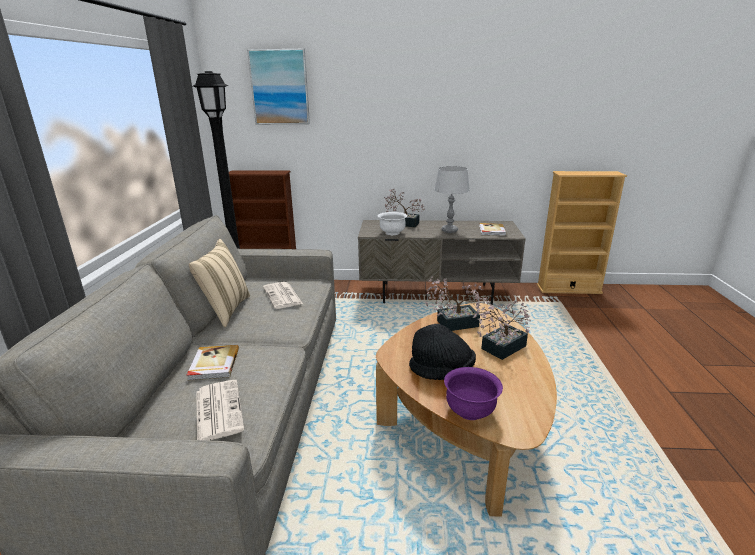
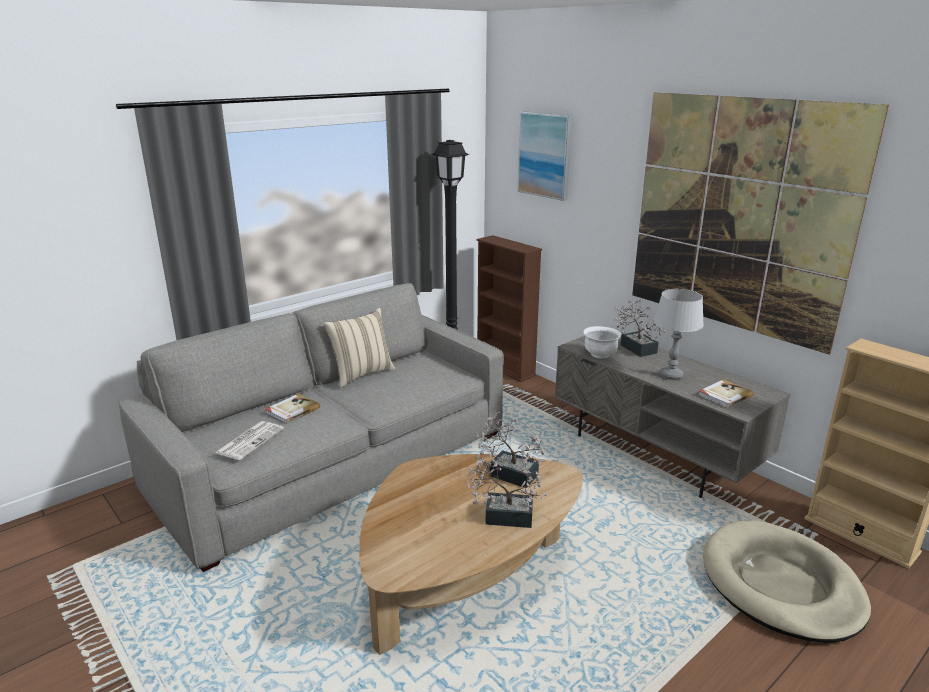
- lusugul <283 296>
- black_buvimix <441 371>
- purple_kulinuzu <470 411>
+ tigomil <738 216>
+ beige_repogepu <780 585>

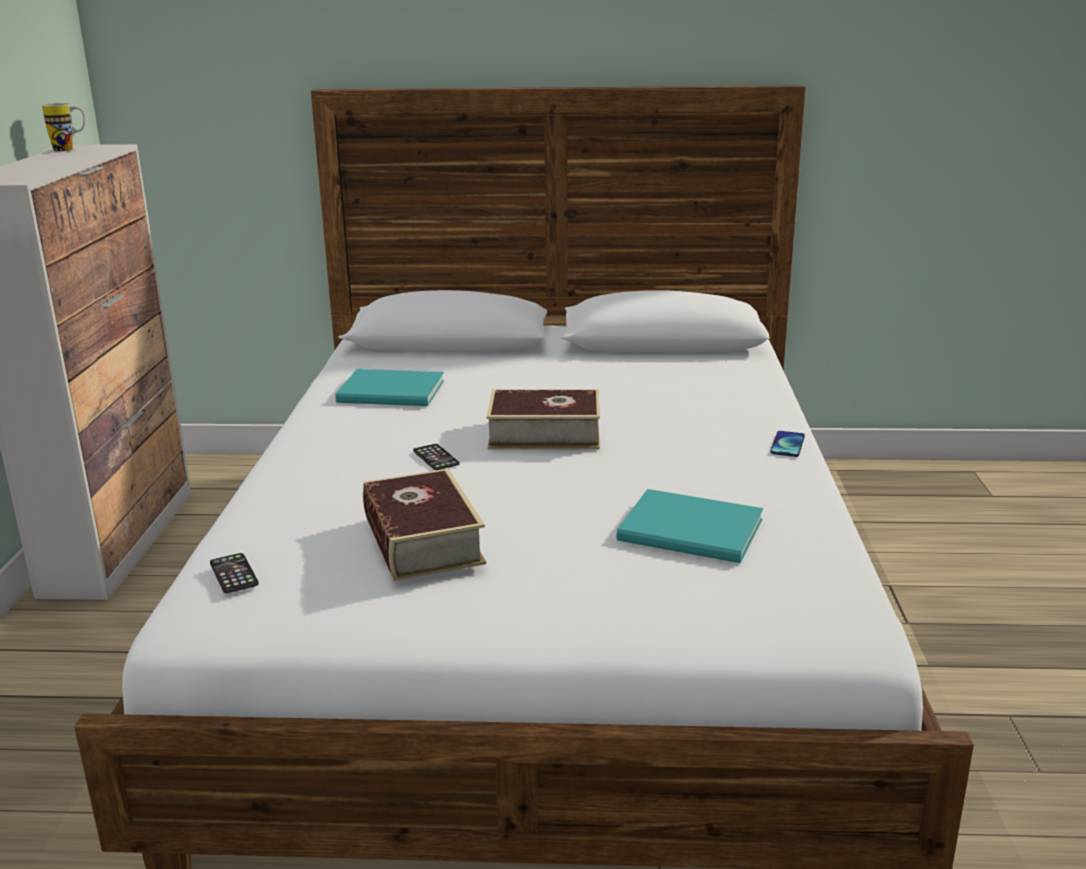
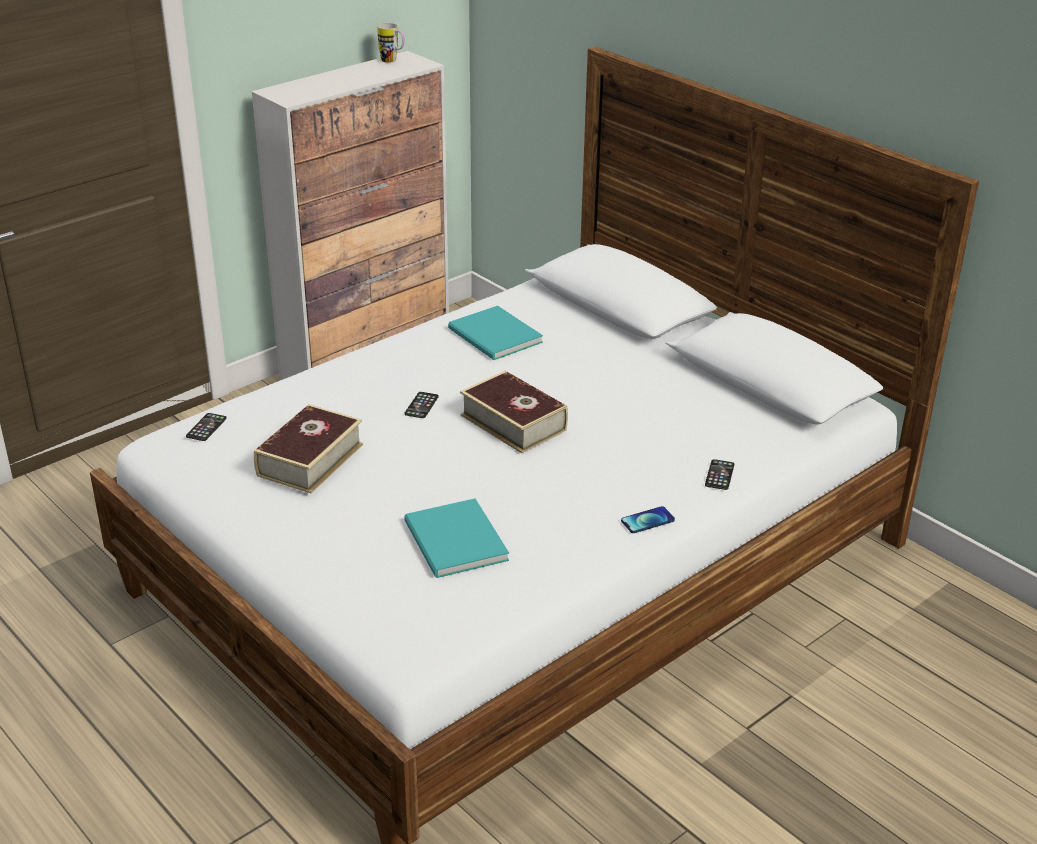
+ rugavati <719 475>

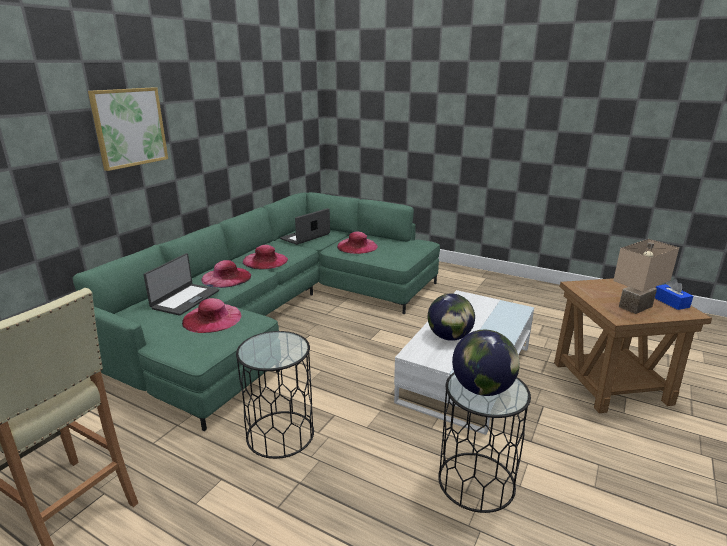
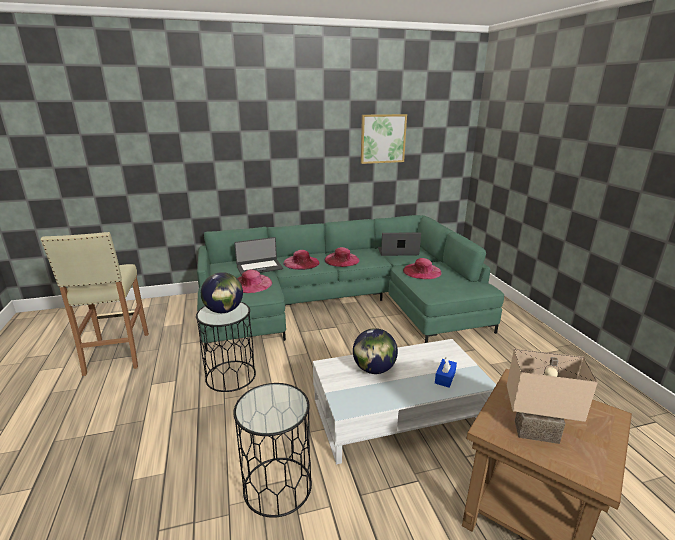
~ tigomil <129 127> to <383 138>
~ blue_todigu <671 302> to <445 377>
~ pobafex <482 389> to <224 310>

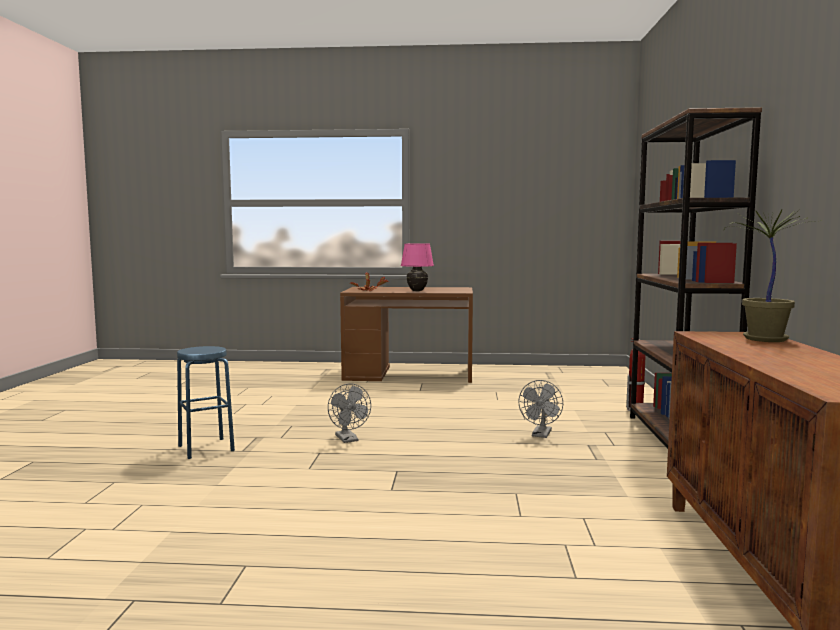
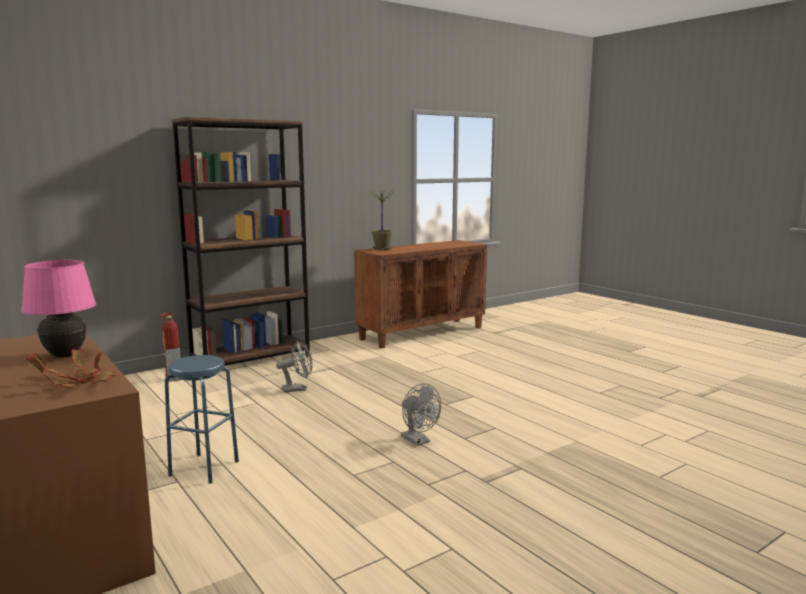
~ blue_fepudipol <206 448> to <204 468>
~ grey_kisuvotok <348 440> = <418 441> 120 degrees clockwise

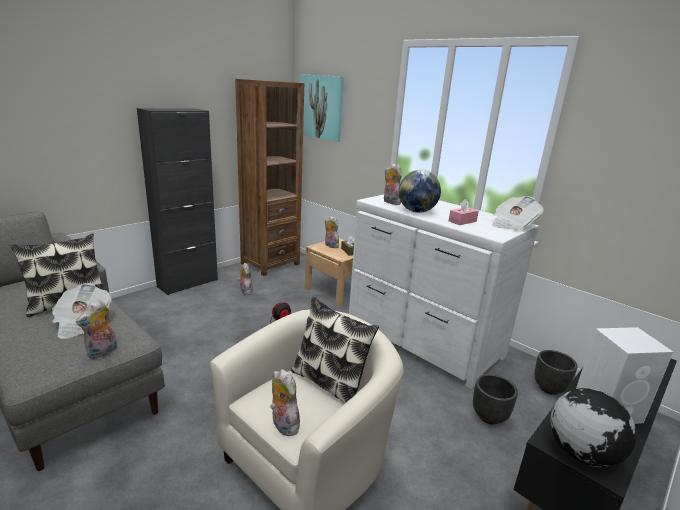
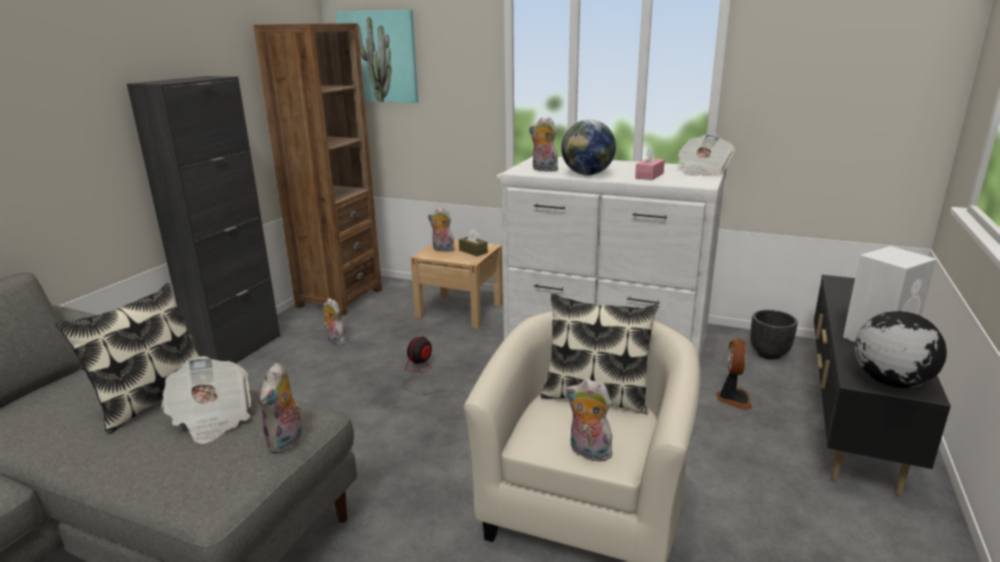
~ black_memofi <488 416> to kisuvotok <733 399>

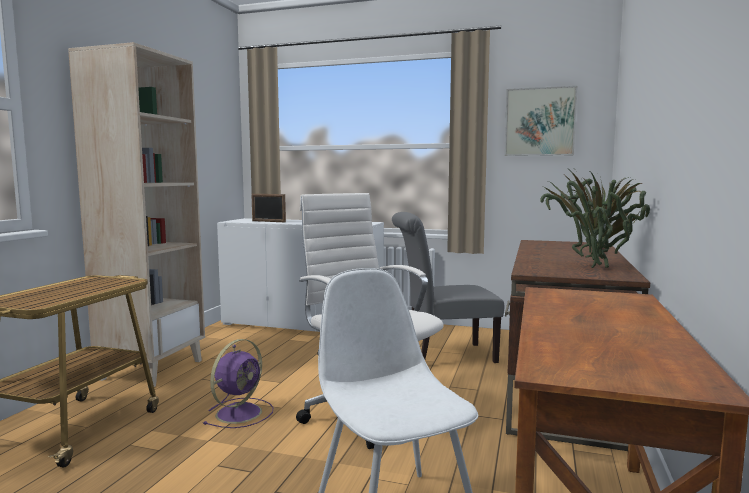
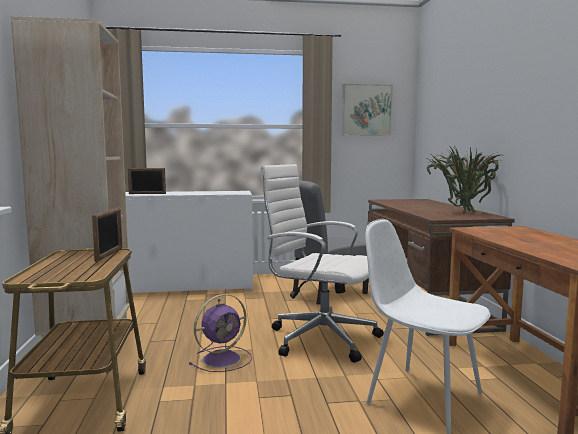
~ purple_kisuvotok <240 412> = <223 359> 45 degrees clockwise
+ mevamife <109 254>

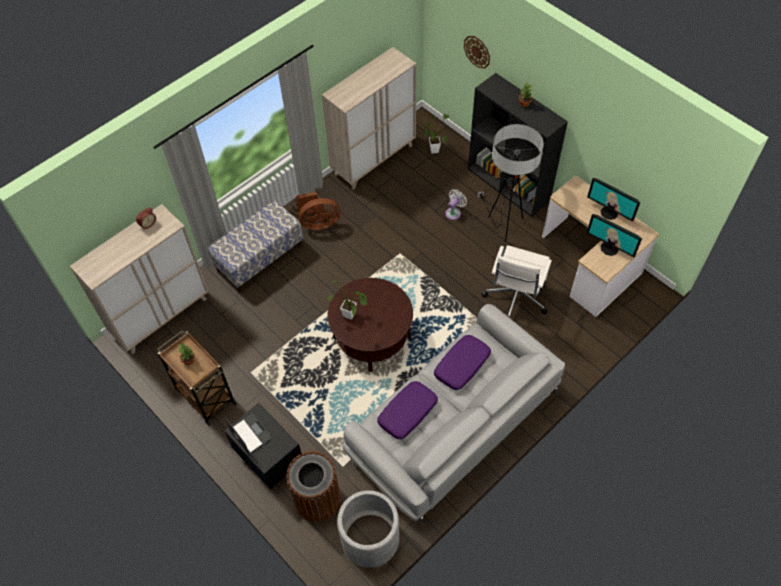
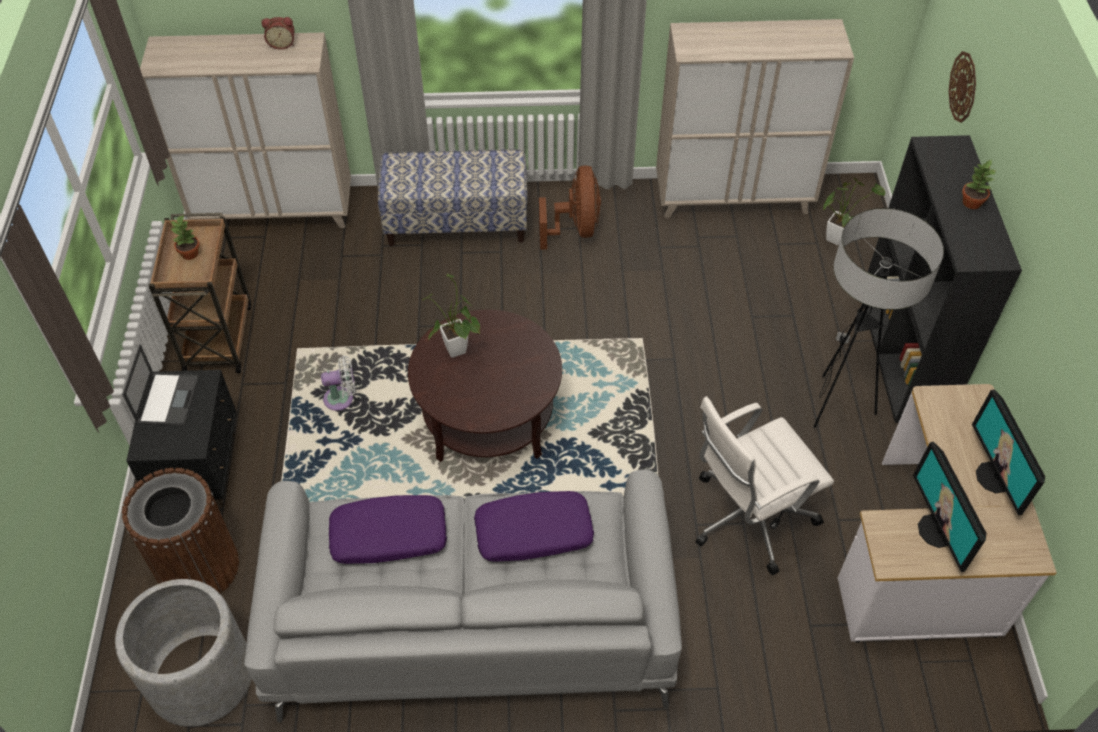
~ white_kisuvotok <454 212> to <342 398>
~ brown_kisuvotok <318 223> = <575 229> 120 degrees counterclockwise

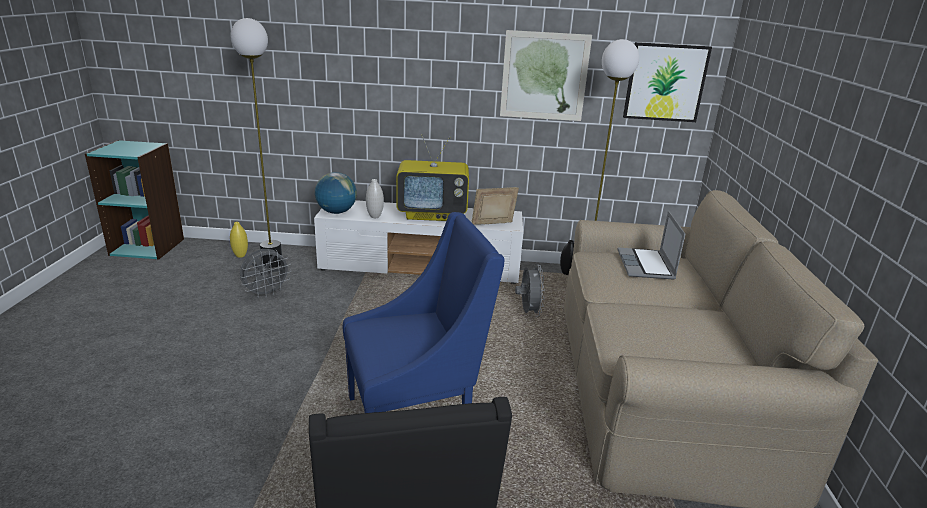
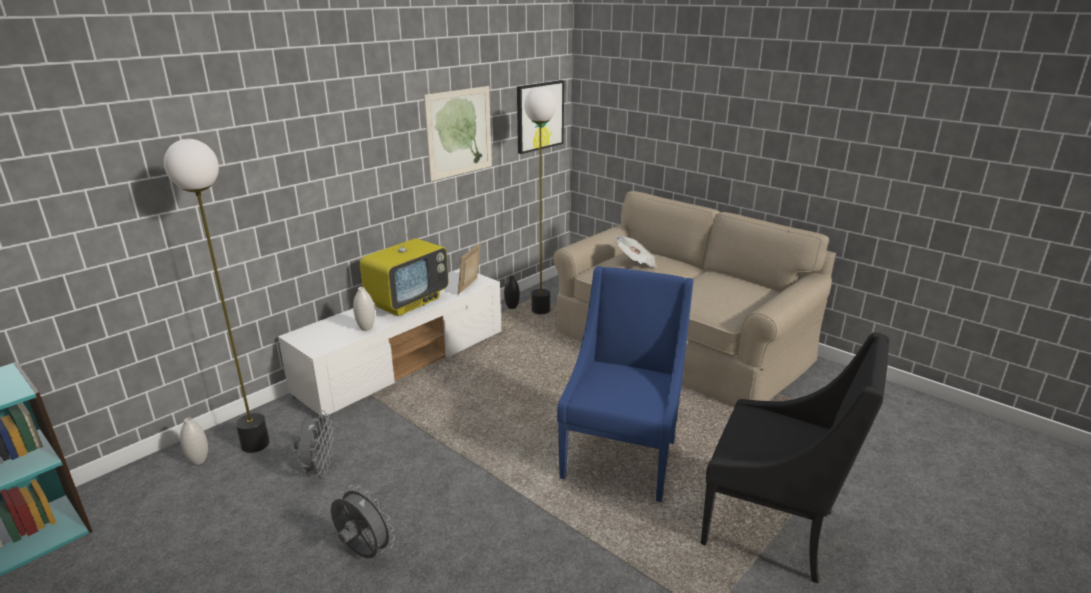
- pobafex <336 212>
~ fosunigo <646 265> to lusugul <636 263>
~ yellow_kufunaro <240 256> to white_kufunaro <199 461>
~ grey_kisuvotok <528 312> to <363 553>

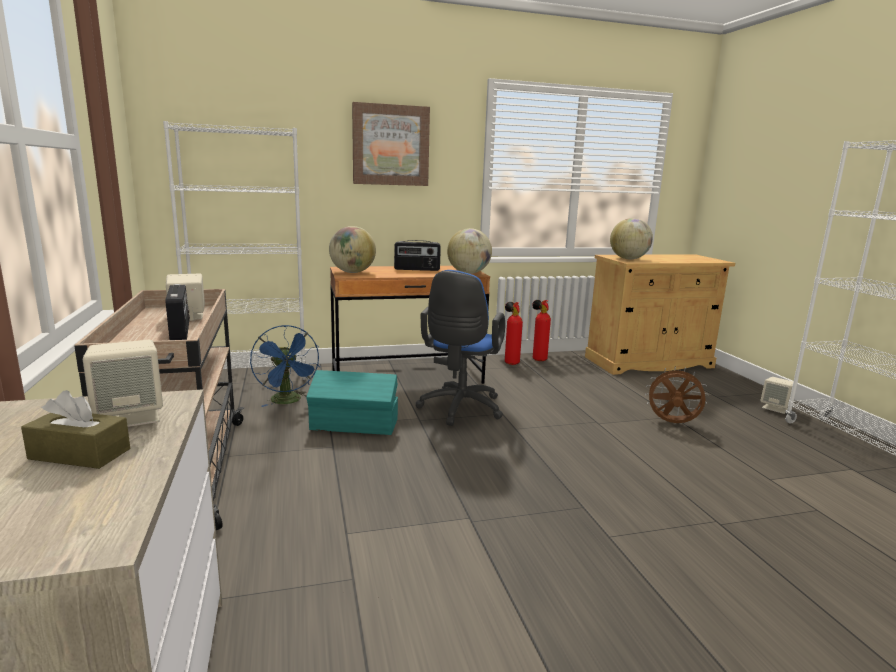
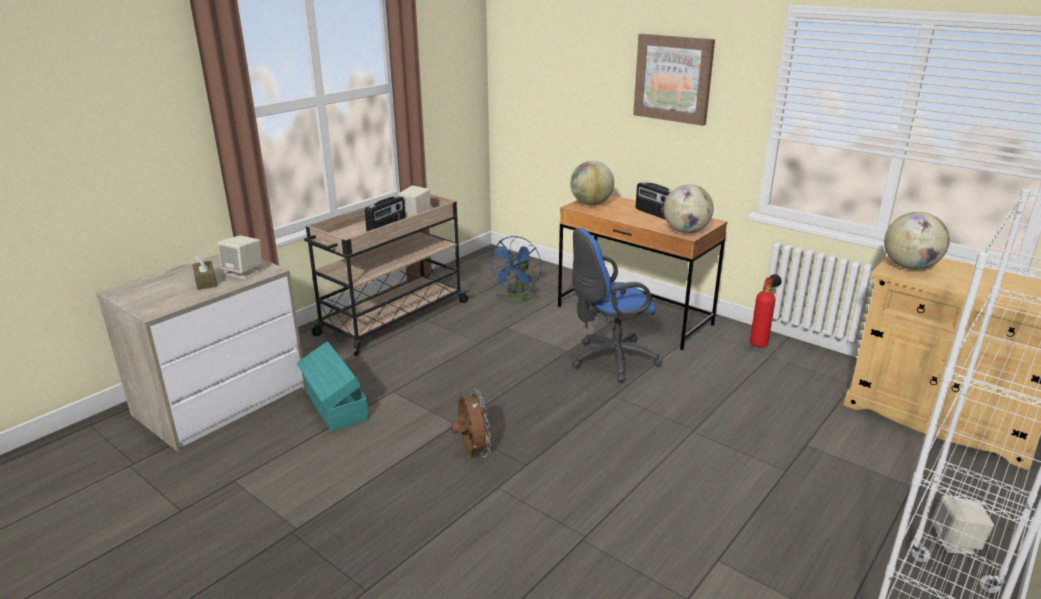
- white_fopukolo <251 376>
- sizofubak <538 359>
~ brown_kisuvotok <672 423> to <472 451>
~ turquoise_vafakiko <355 425> to <335 406>

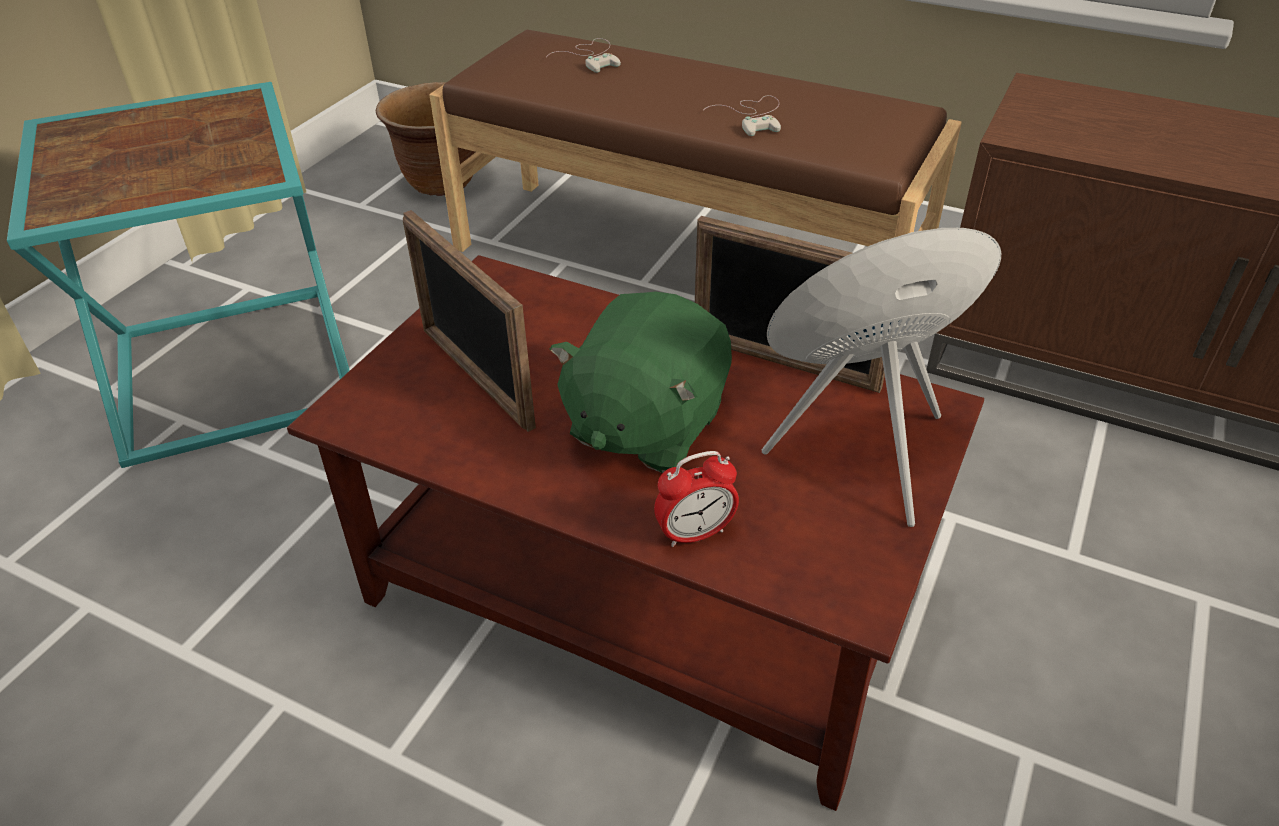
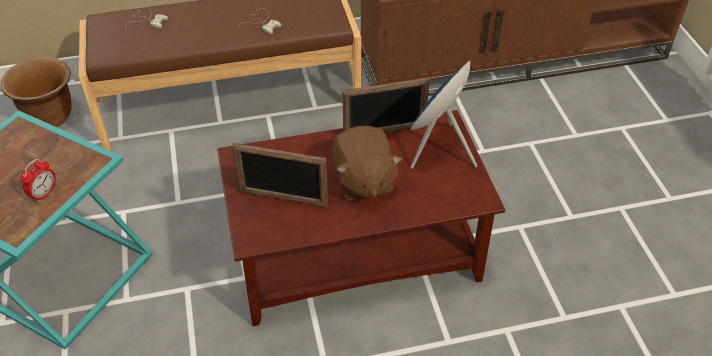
~ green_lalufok <645 424> to brown_lalufok <363 181>
~ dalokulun <695 533> to <44 194>

